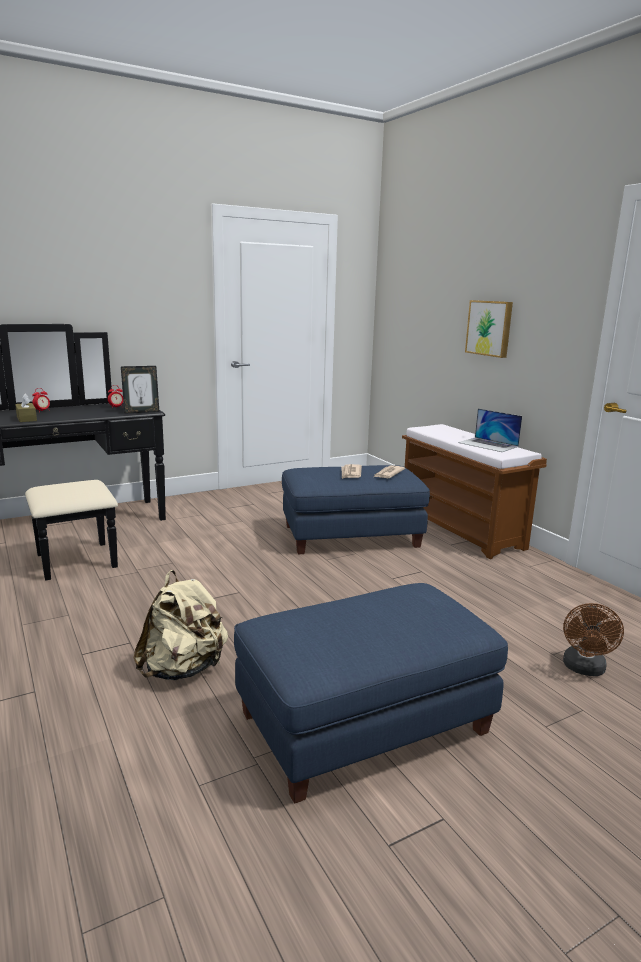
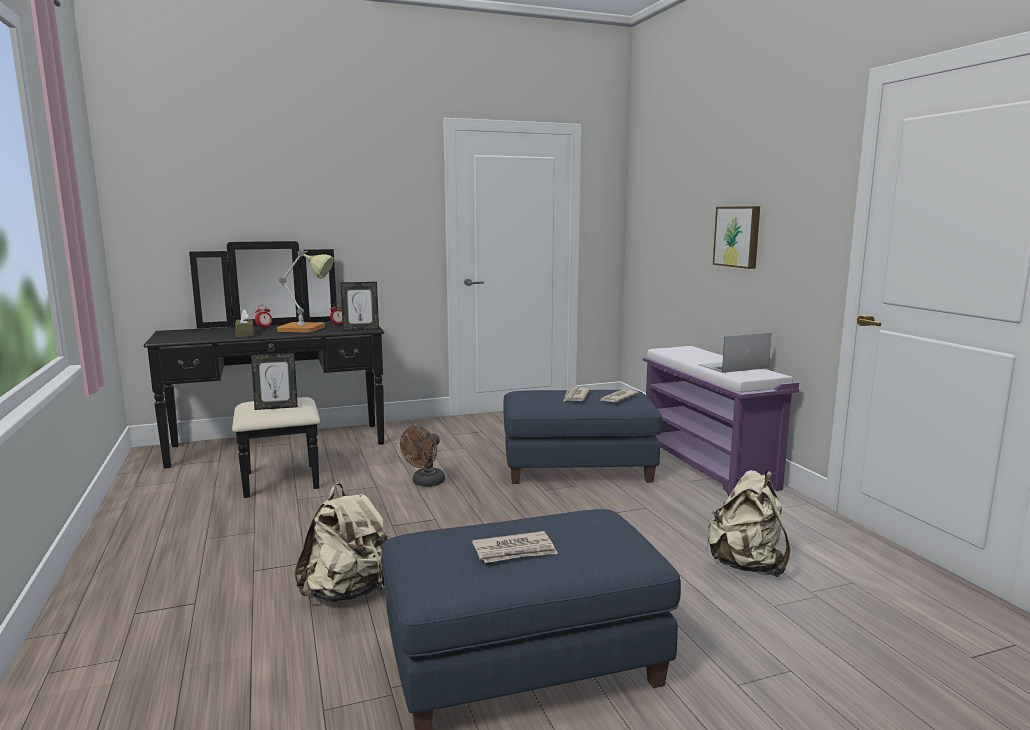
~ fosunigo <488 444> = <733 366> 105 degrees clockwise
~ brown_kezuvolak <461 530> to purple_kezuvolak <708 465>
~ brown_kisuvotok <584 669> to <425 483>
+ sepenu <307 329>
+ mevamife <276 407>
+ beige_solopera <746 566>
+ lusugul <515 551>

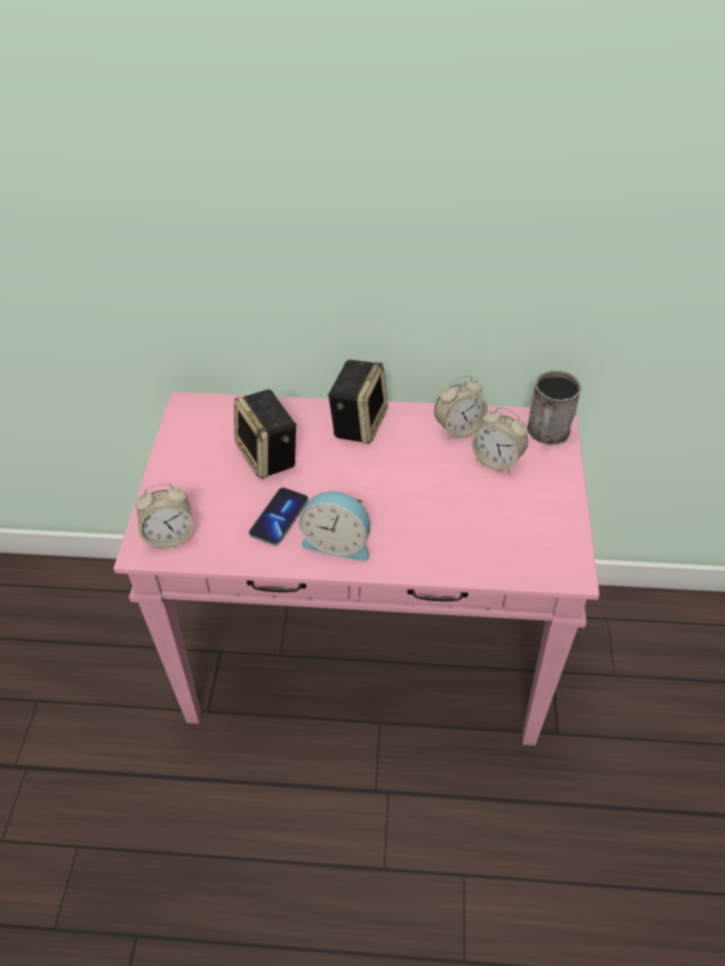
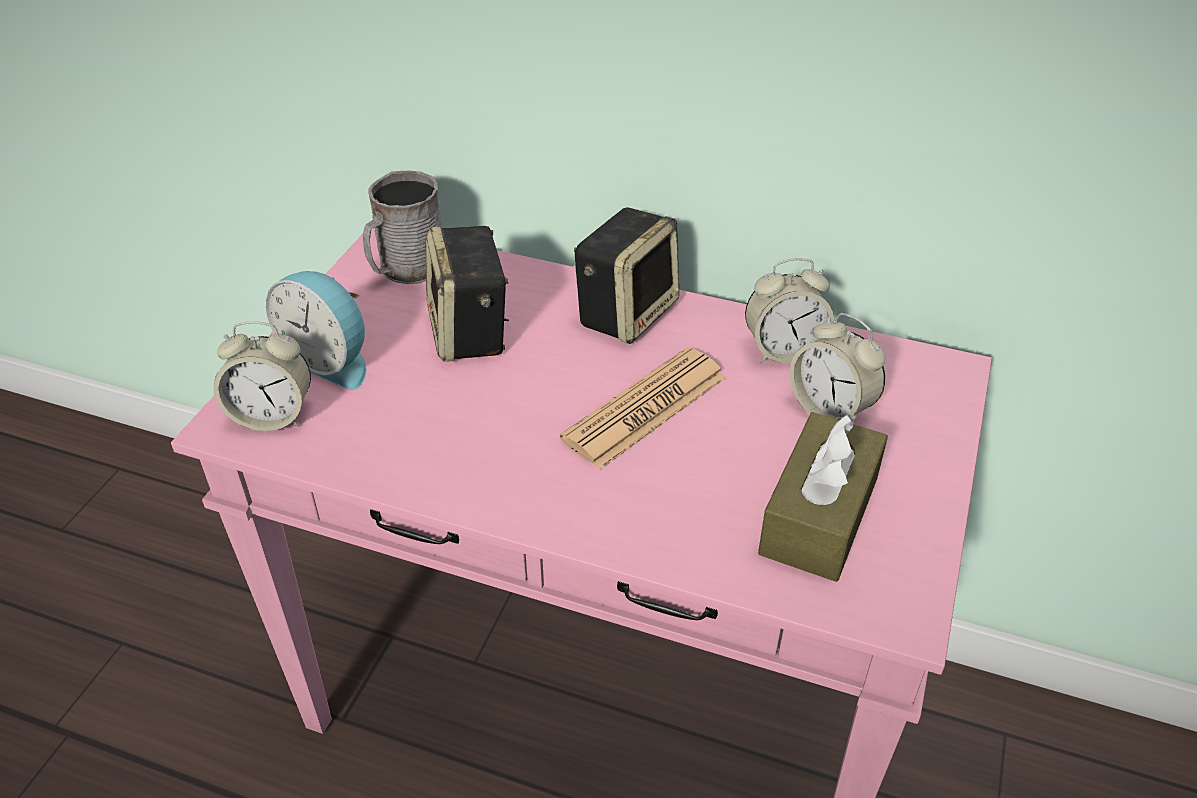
~ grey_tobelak <547 434> to <406 269>
- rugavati <279 518>
~ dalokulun <338 542> to <330 359>
+ lusugul <645 408>
+ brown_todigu <819 515>

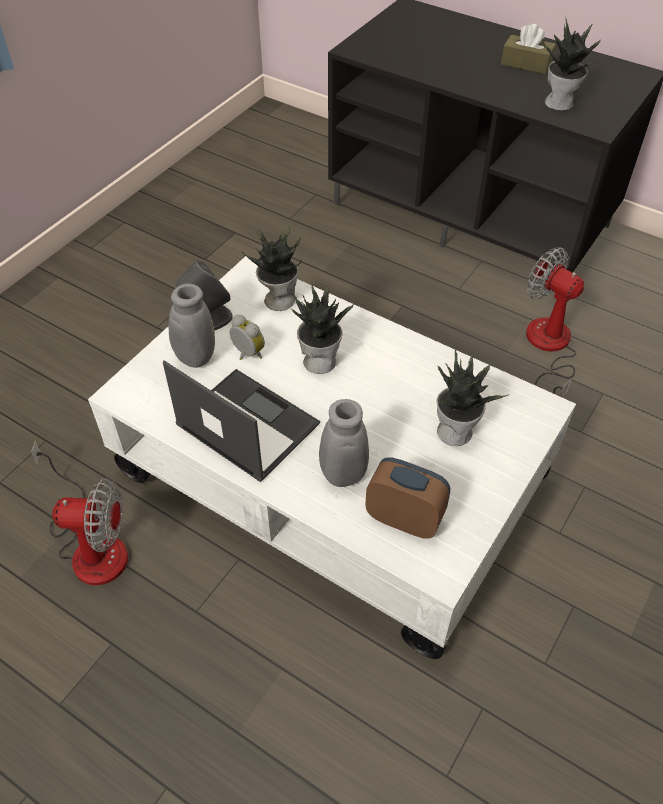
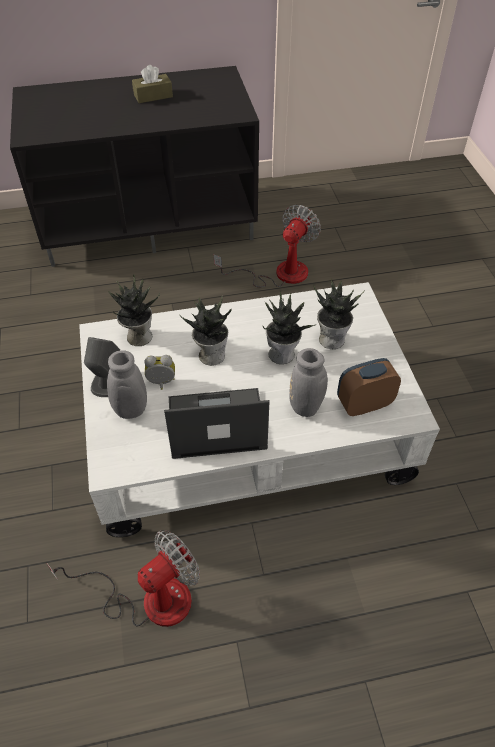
~ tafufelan <560 103> to <282 354>
~ kisuvotok <548 348> = <279 274> 120 degrees clockwise

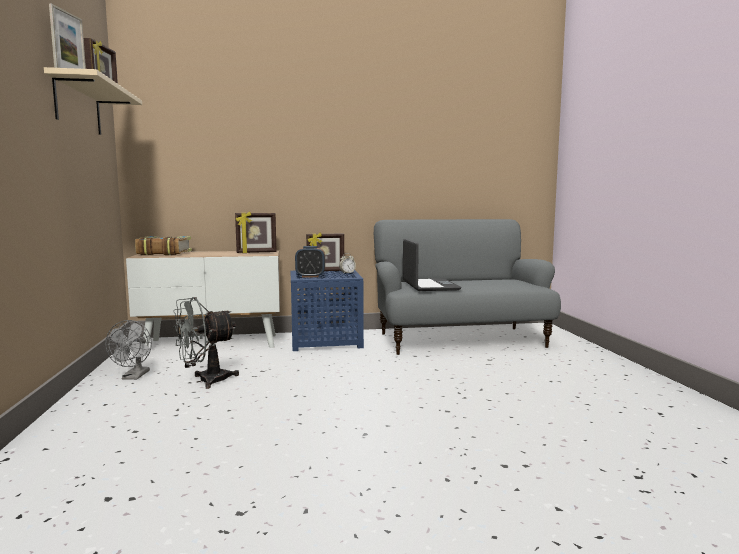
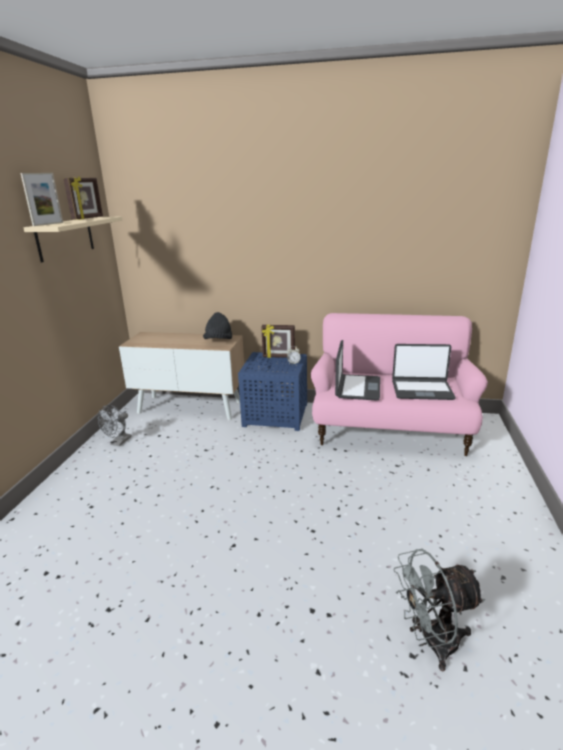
~ mevamife <256 252> to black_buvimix <218 341>
~ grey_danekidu <459 339> to pink_danekidu <390 430>
- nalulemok <163 253>
- dalokulun <310 276>
~ grey_kisuvotok <205 381> to <431 642>
+ fosunigo <422 390>

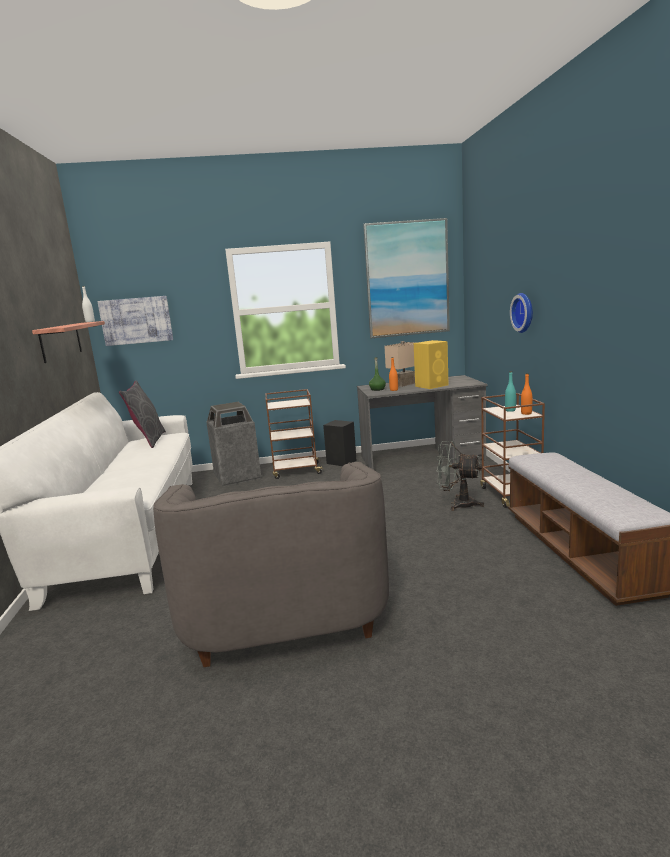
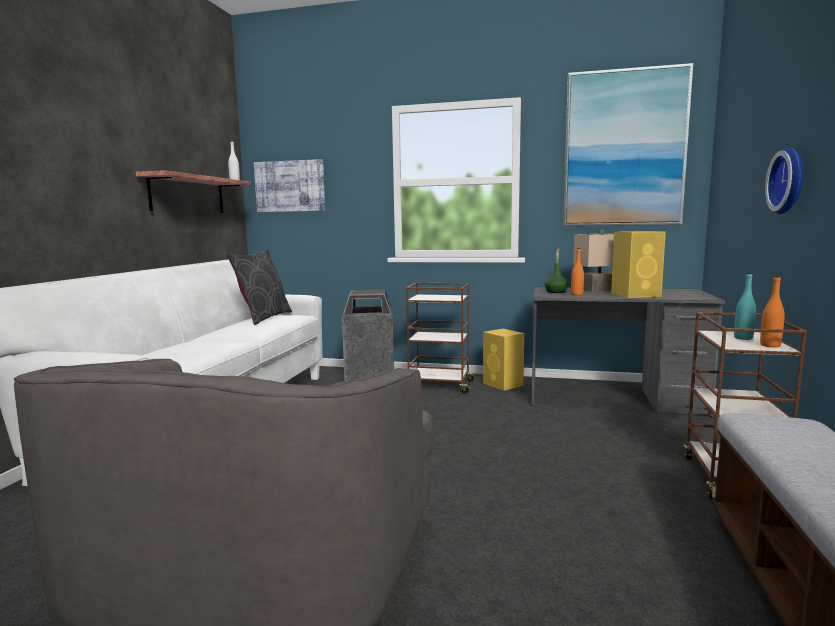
~ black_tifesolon <342 462> to yellow_tifesolon <503 384>
- grey_kisuvotok <457 504>

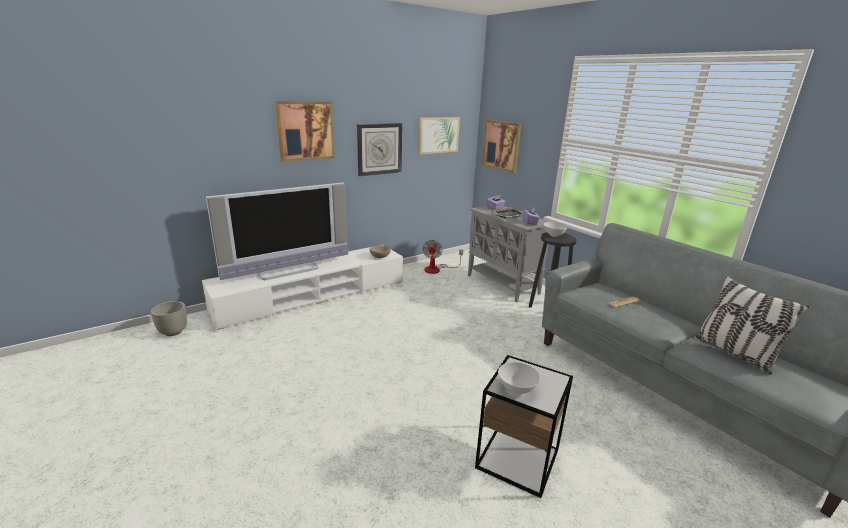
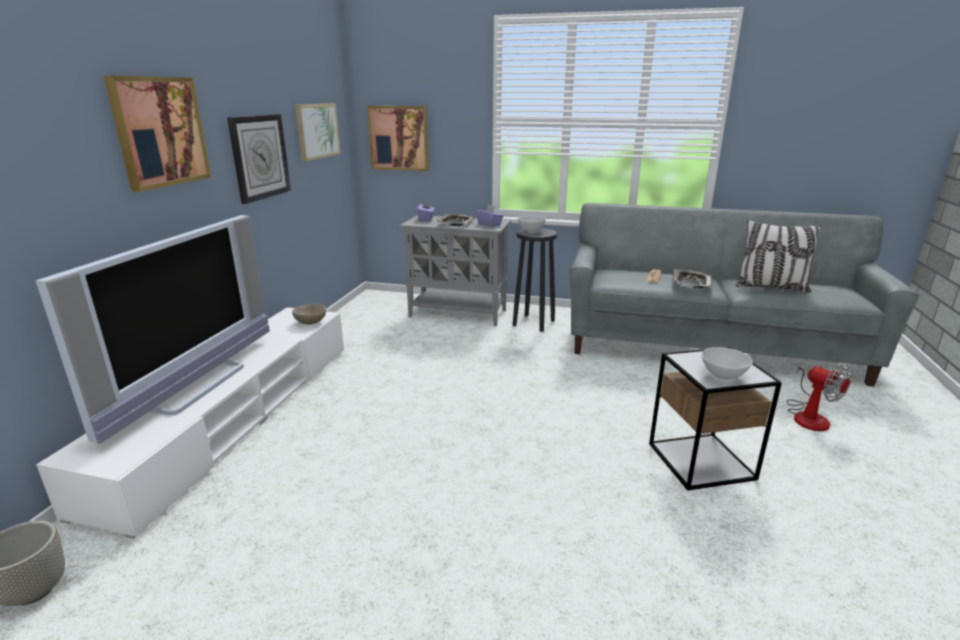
~ kisuvotok <437 269> to <808 415>
+ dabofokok <690 283>

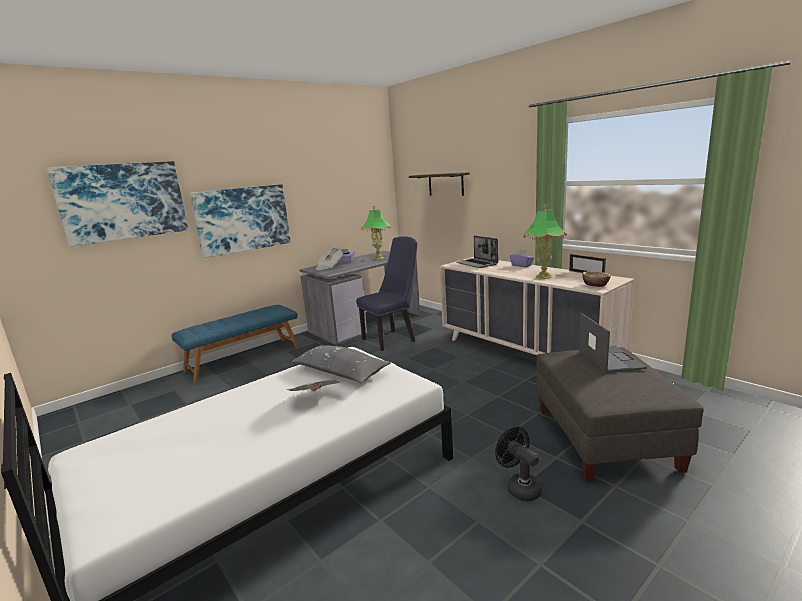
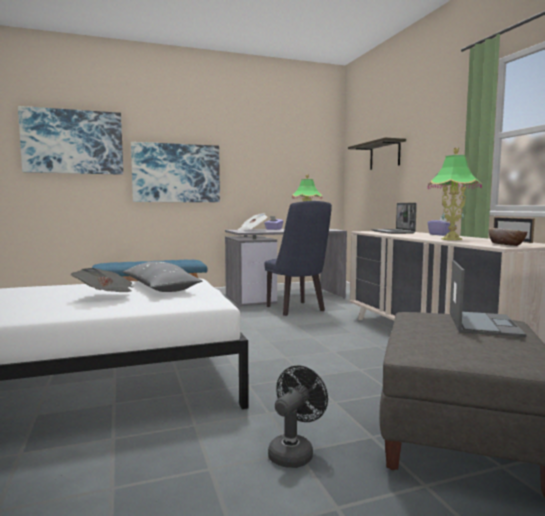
~ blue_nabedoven <392 338> = <297 310> 75 degrees clockwise
~ black_kisuvotok <519 487> = <294 452> 45 degrees clockwise

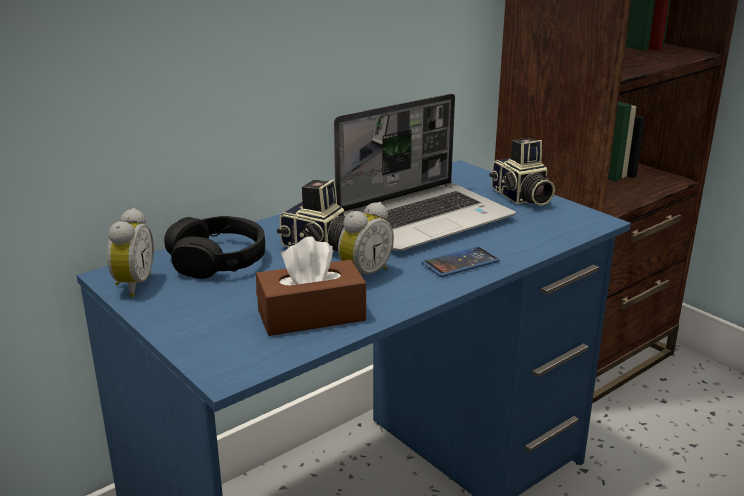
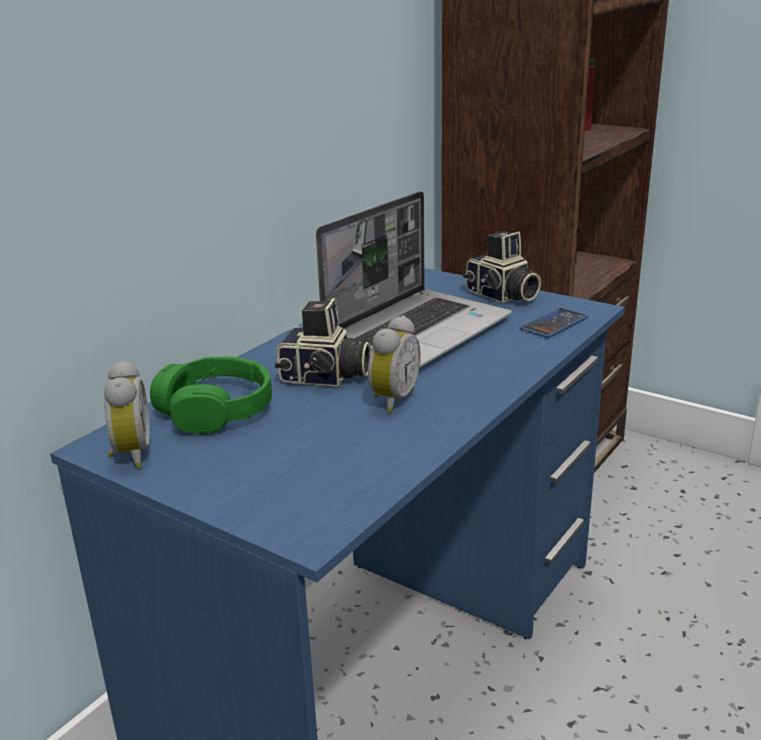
~ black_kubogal <218 260> to green_kubogal <216 409>
- brown_todigu <311 315>
~ rugavati <460 263> to <554 324>

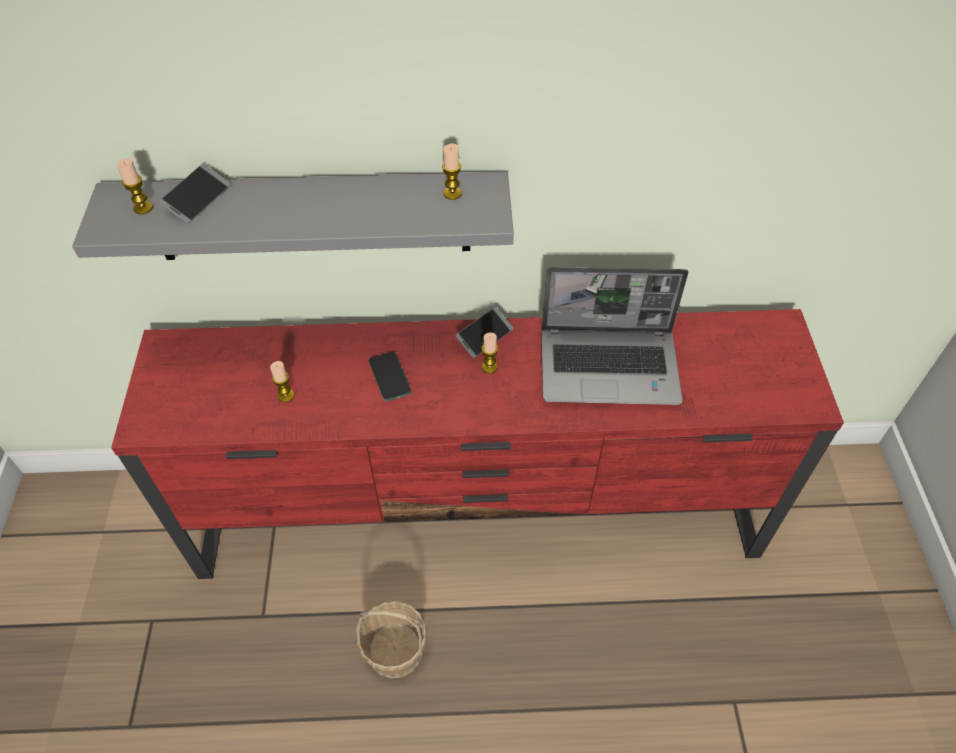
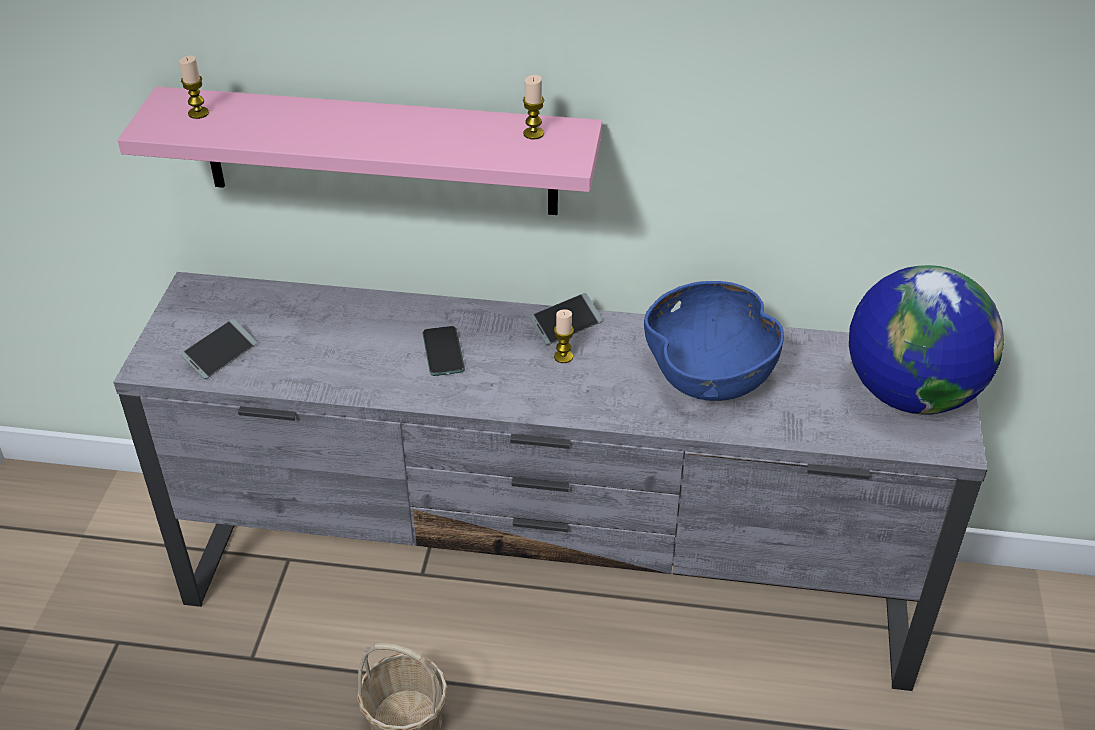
~ rugavati <198 199> to <220 355>
~ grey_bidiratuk <311 216> to pink_bidiratuk <379 151>
~ fosunigo <610 366> to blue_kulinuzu <710 374>
~ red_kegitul <481 516> to grey_kegitul <550 586>
- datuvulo <286 395>
+ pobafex <910 393>

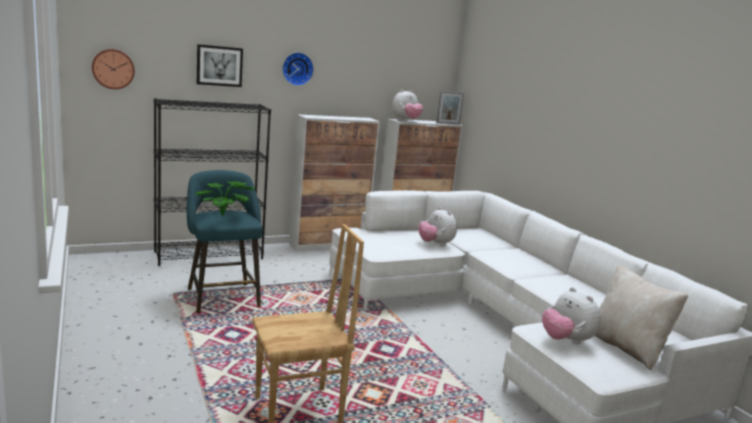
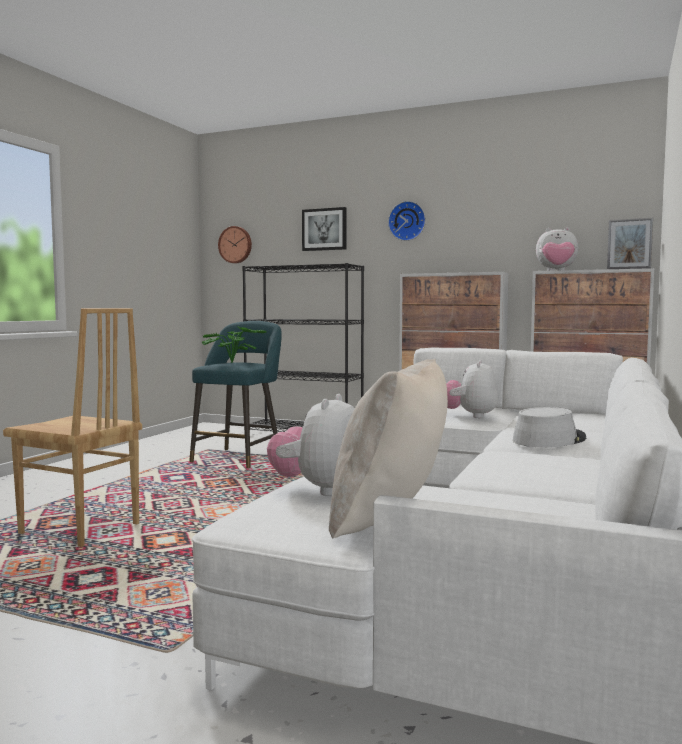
+ grey_buvimix <548 439>

